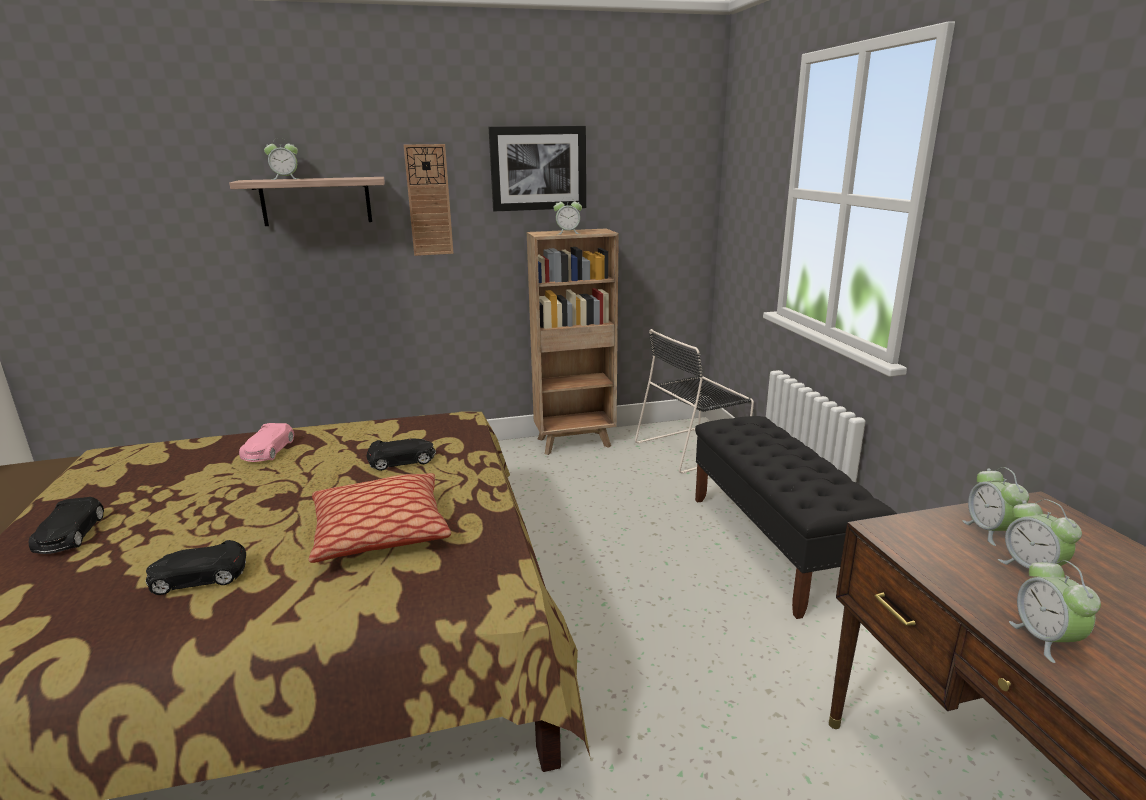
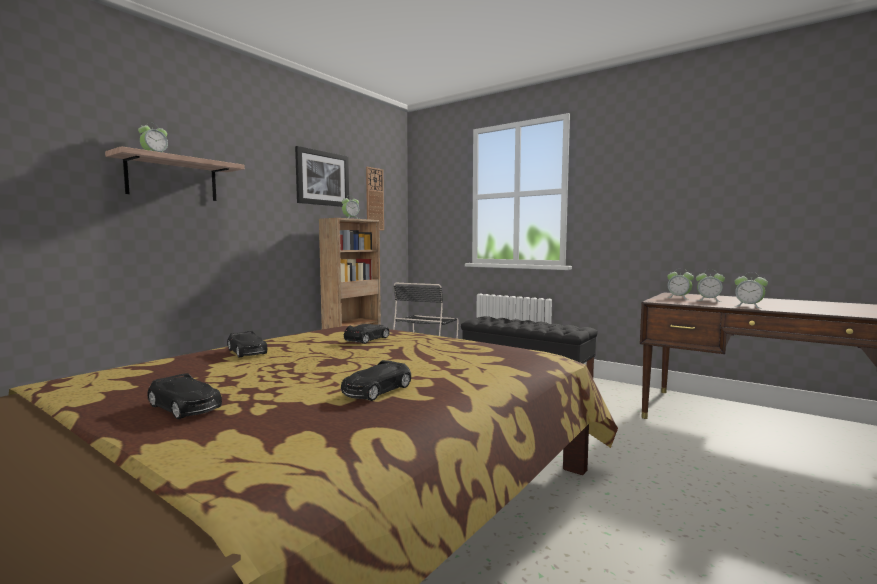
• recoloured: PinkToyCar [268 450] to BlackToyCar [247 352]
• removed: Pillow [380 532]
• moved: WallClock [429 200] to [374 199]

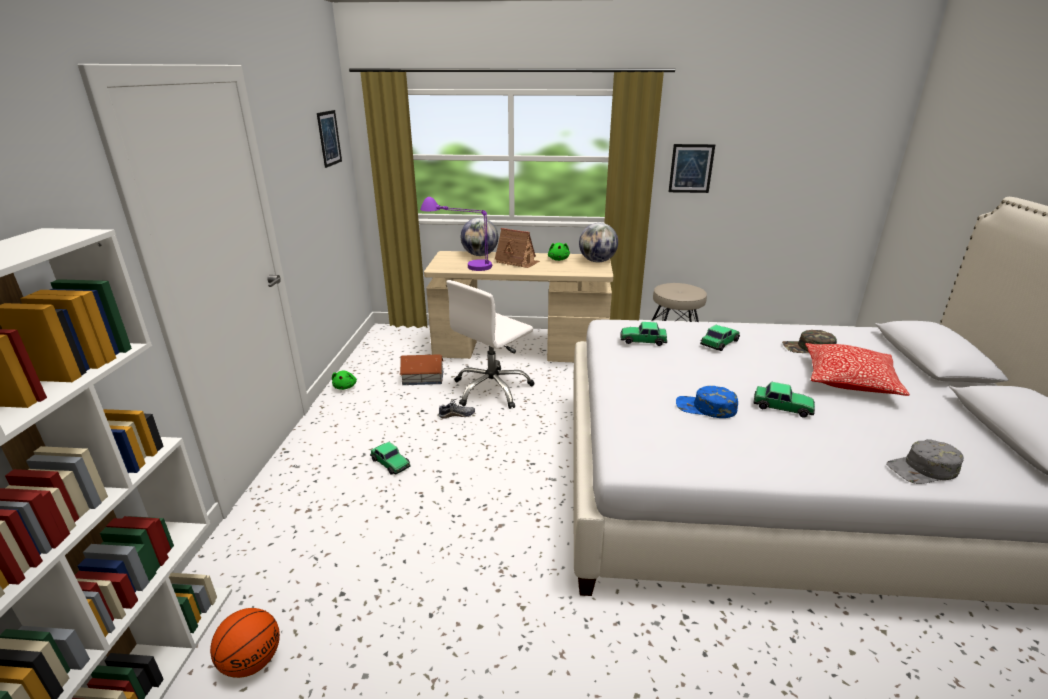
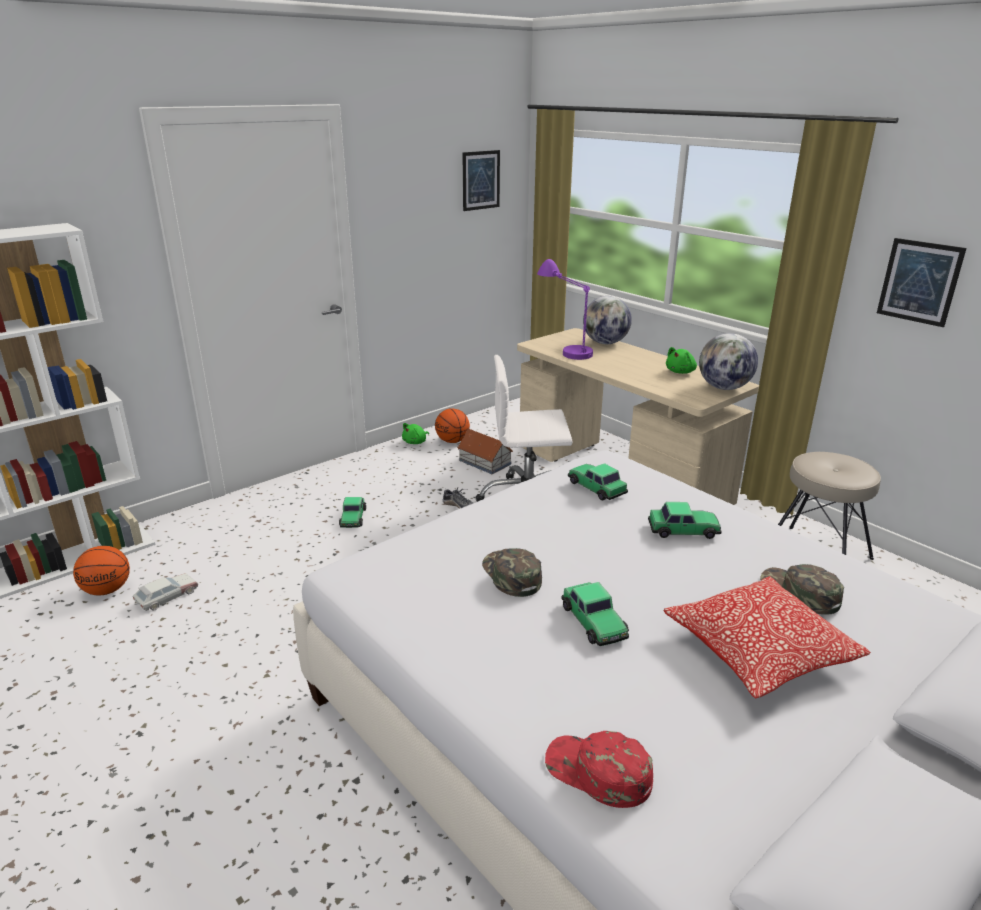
• removed: ToyHouse [517 262]
• recoloured: BlueCap [705 408] to GreenCap [511 575]
• recoloured: GreyCap [923 469] to RedCap [597 773]
• added: ToyCar [166 597]
• added: Basketball [452 441]

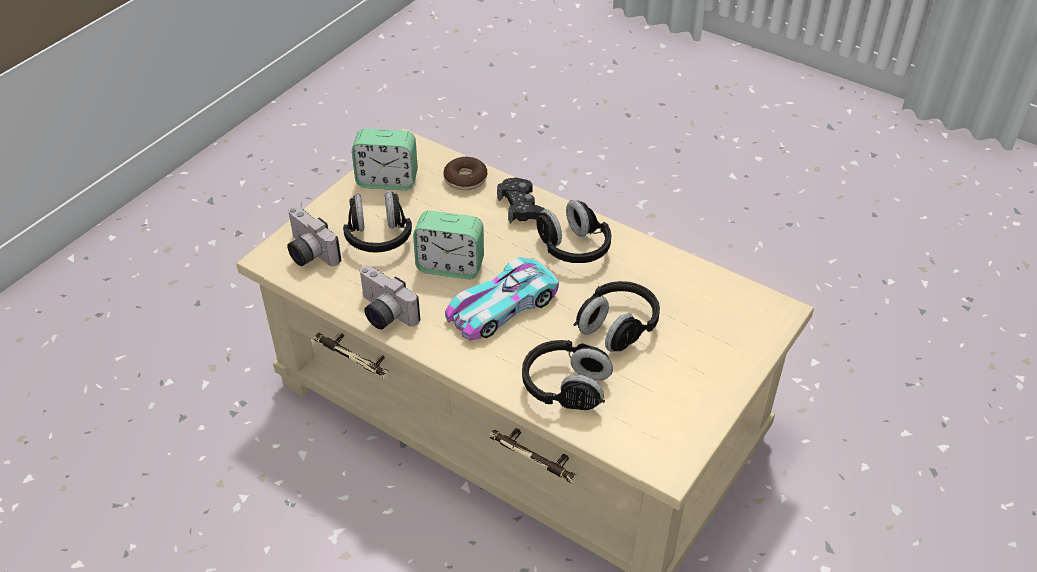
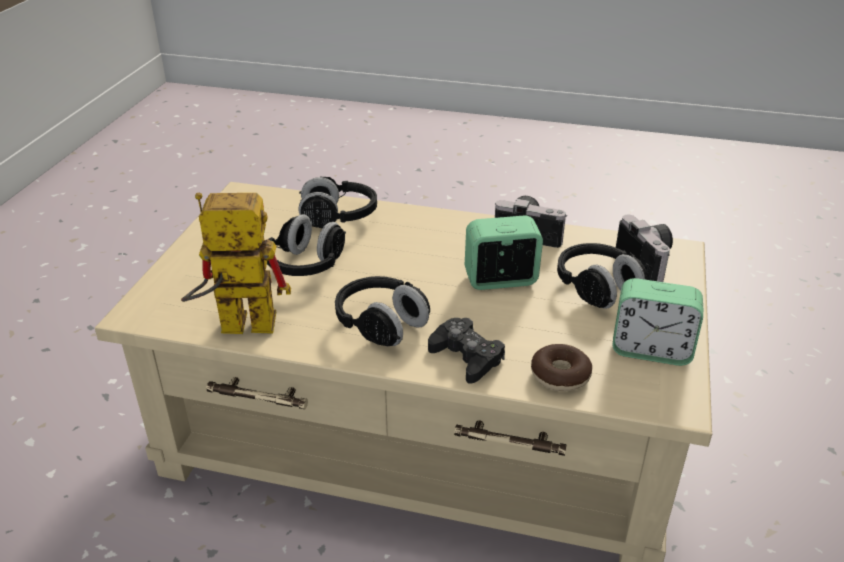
• turned: PhotoCamera [307 253] = [649 261] 45 degrees clockwise
• turned: AlarmClock [387 180] = [651 350] 150 degrees counterclockwise
• removed: ToyCar [502 306]
• added: ToyRobot [235 327]

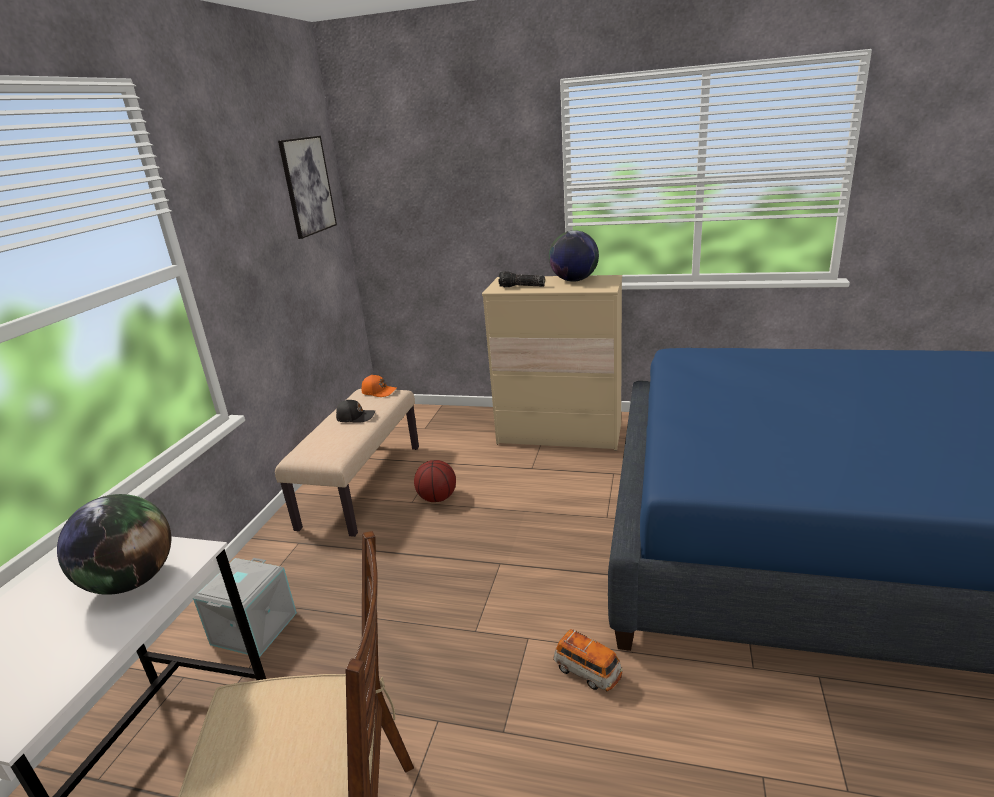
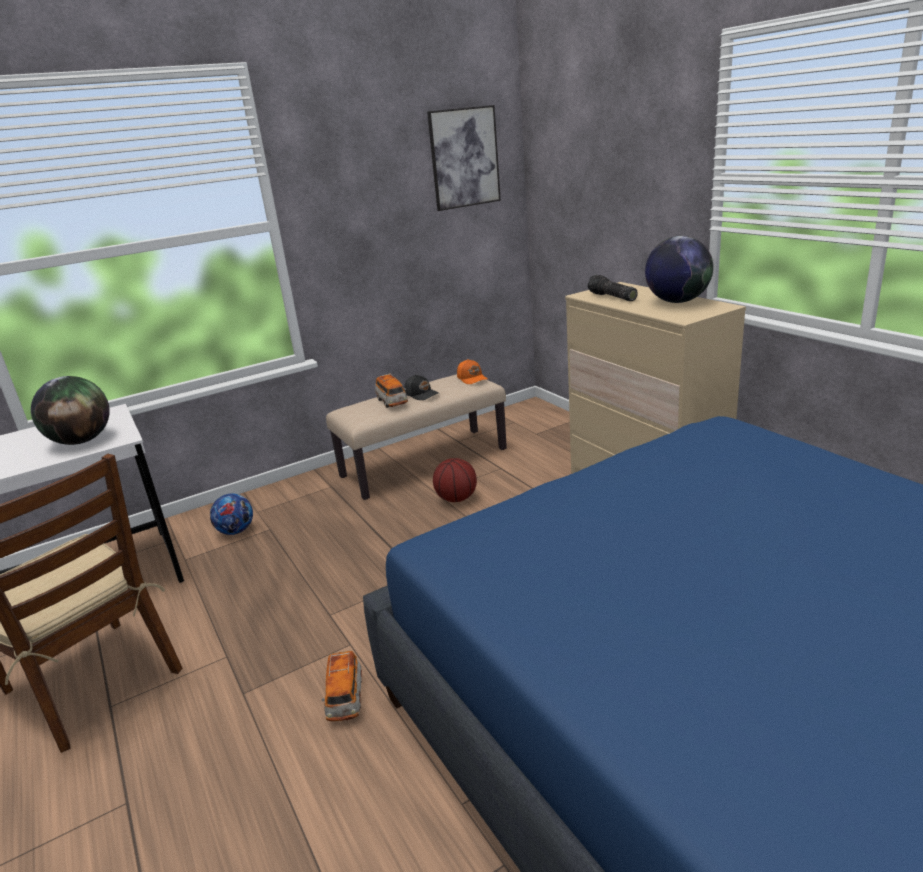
• replaced: GreyStorageBox [255 629] to Football [236 531]
• added: ToyCar [392 402]

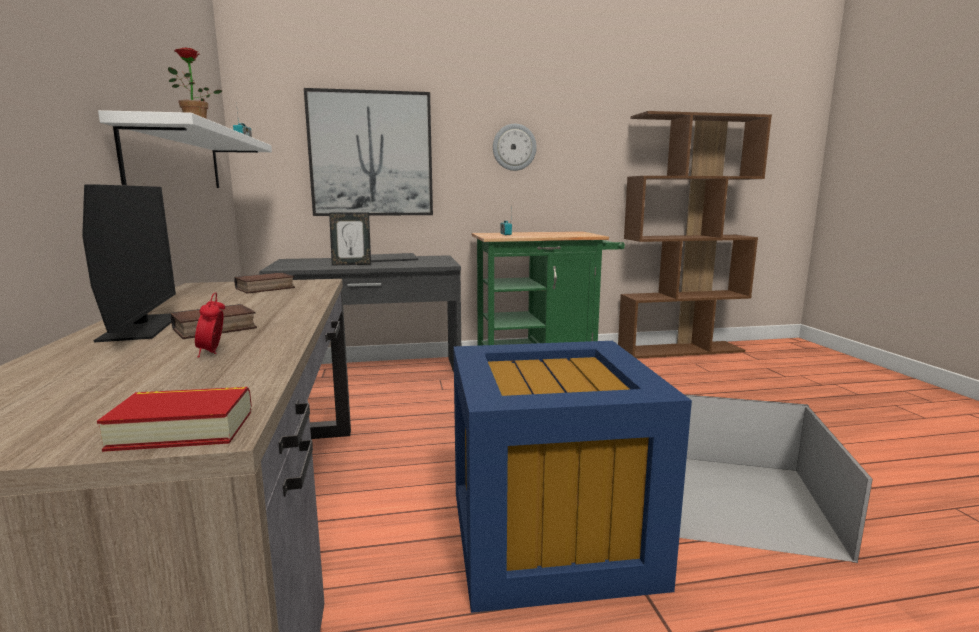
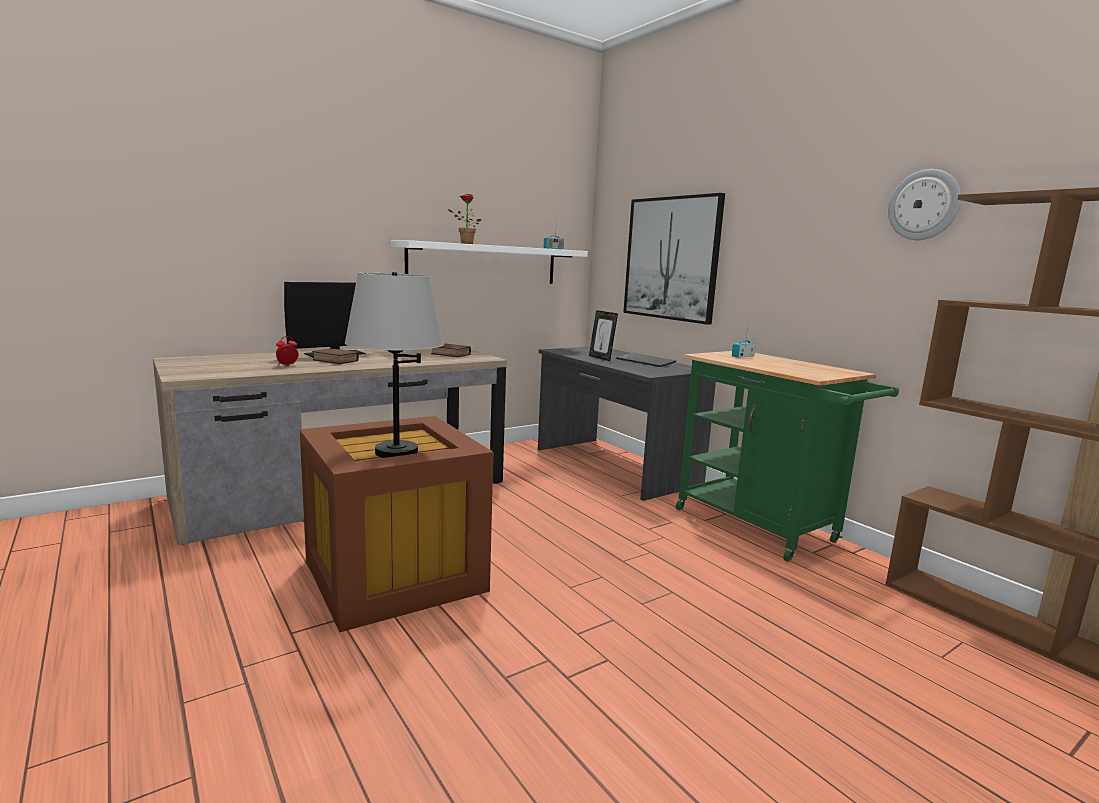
• removed: Book [183 429]
• recoloured: BlueStorageBox [552 534] to BrownStorageBox [397 576]
• moved: WallClock [514 147] to [924 205]
• removed: GreyStorageBox [733 499]
• added: GreyTableLamp [396 452]

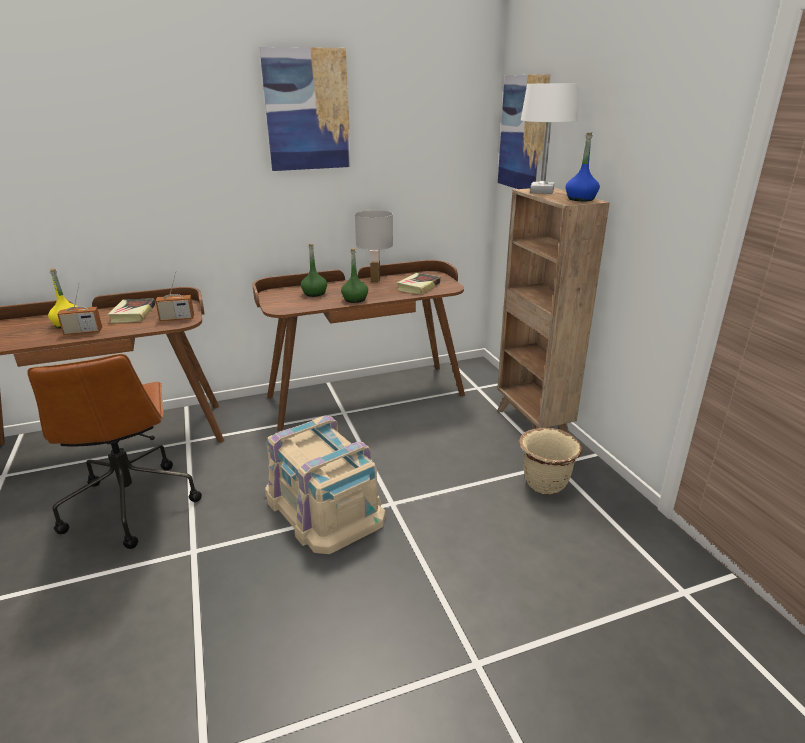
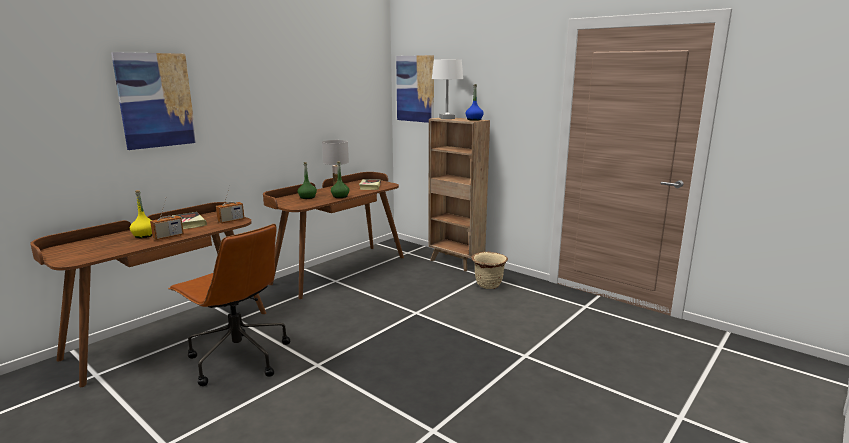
• moved: Picture [307 110] to [156 100]
• removed: BeigeStorageBox [324 505]

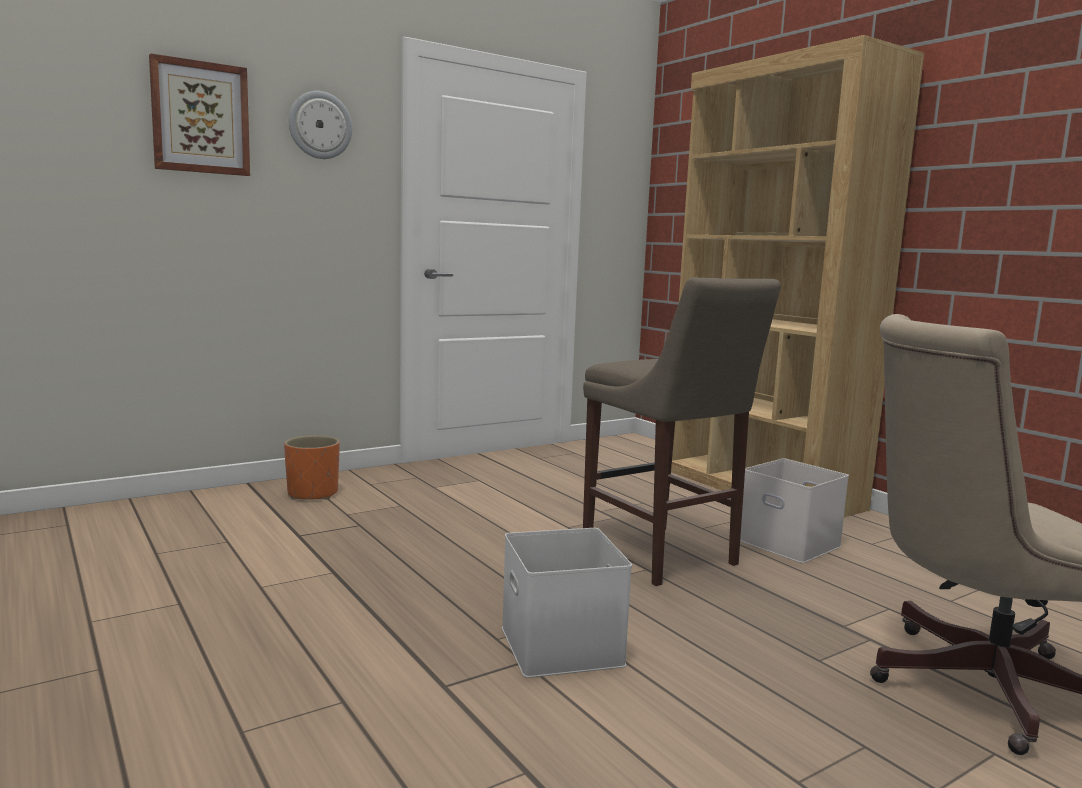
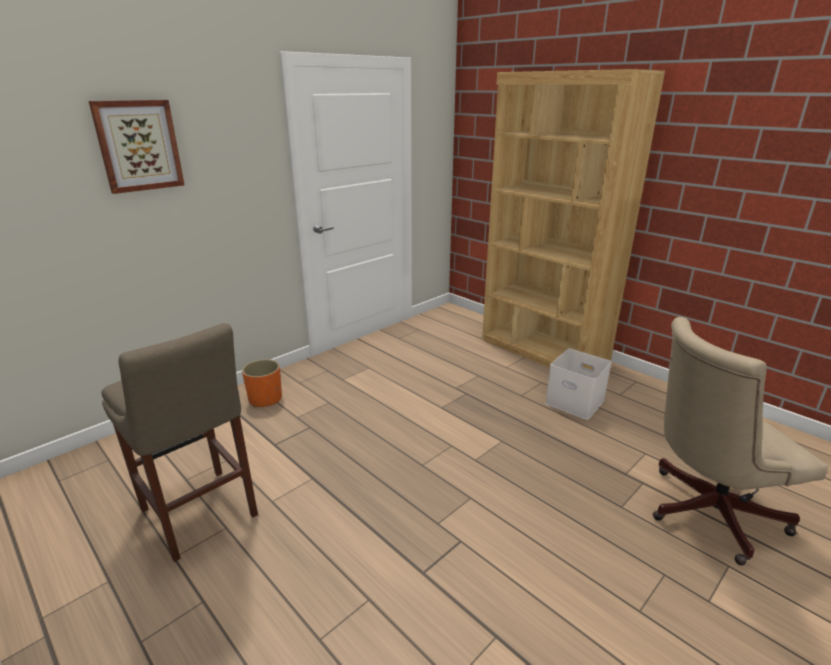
• removed: WallClock [320 125]
• removed: WhiteStorageBox [558 644]
• moved: BeigeStool [663 557] to [201 516]

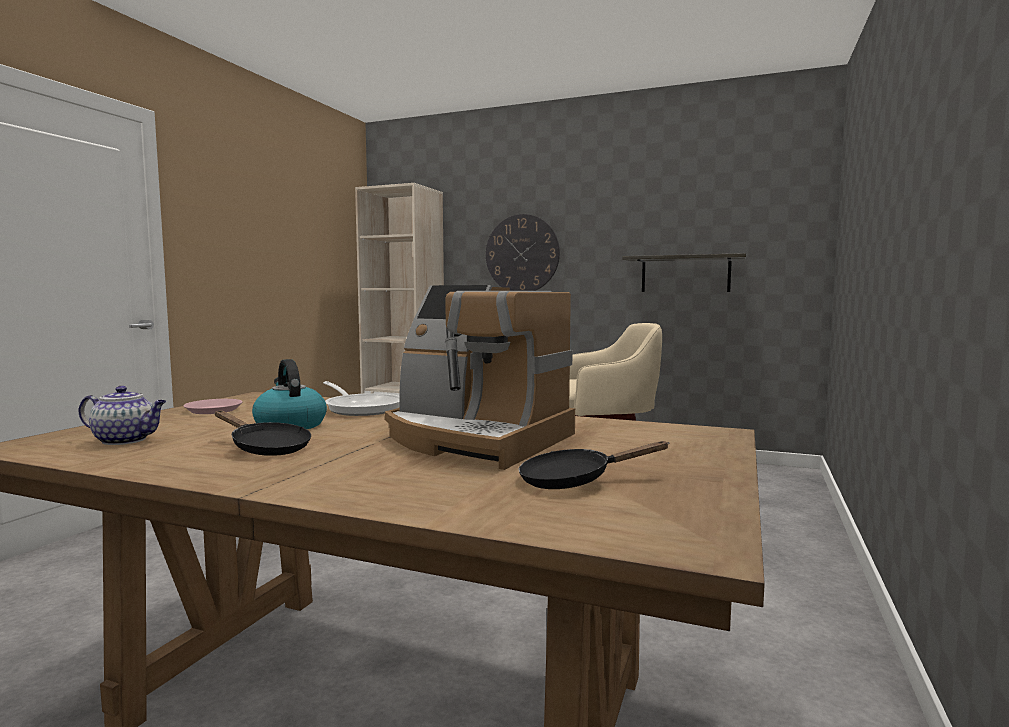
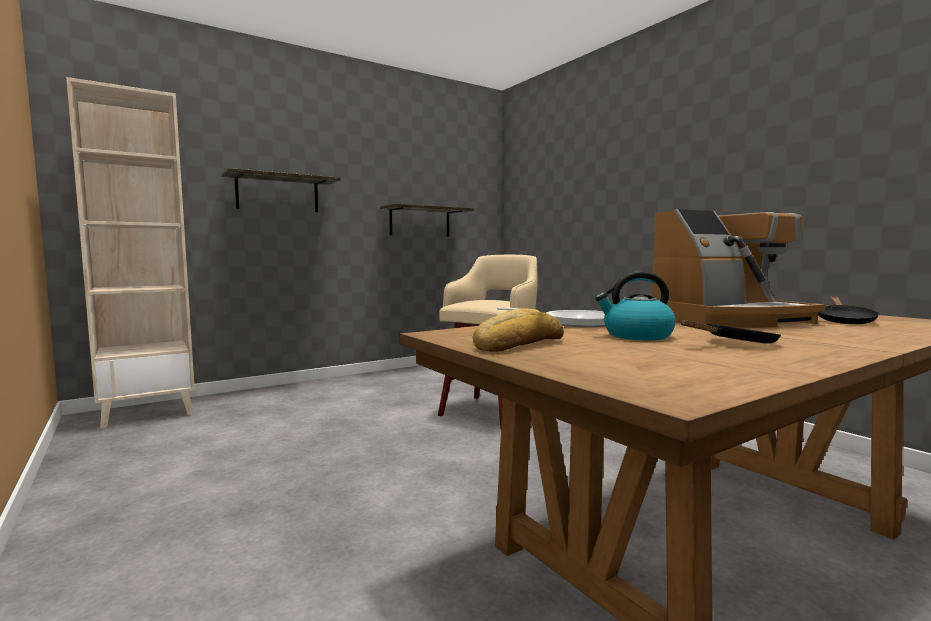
• removed: Teapot [126 440]
• replaced: PinkPlate [214 410] to Bread [516 344]
• replaced: WallClock [522 254] to Shelf [278 194]

